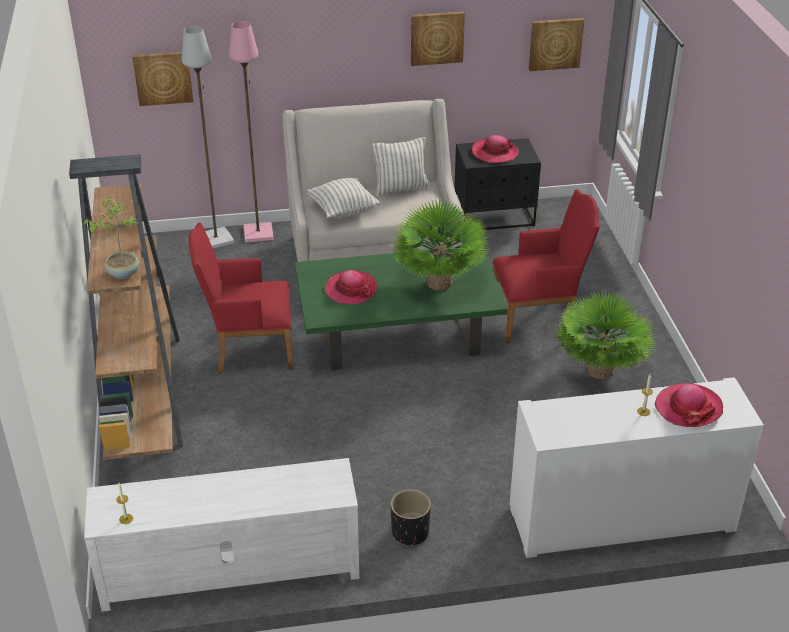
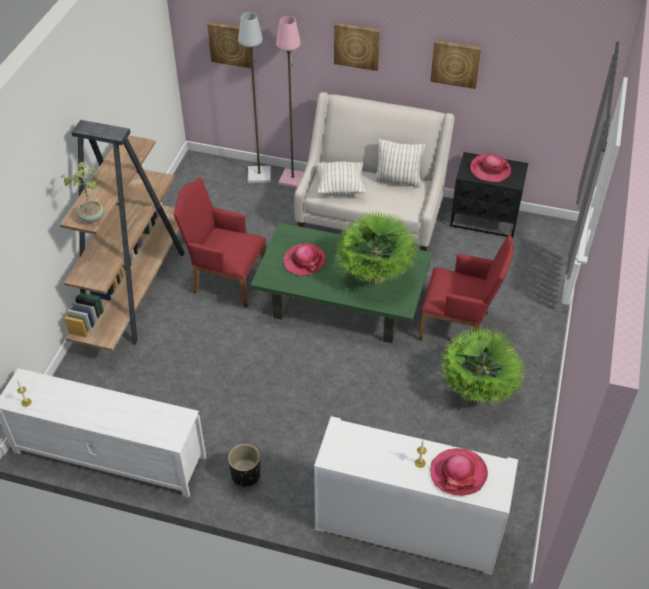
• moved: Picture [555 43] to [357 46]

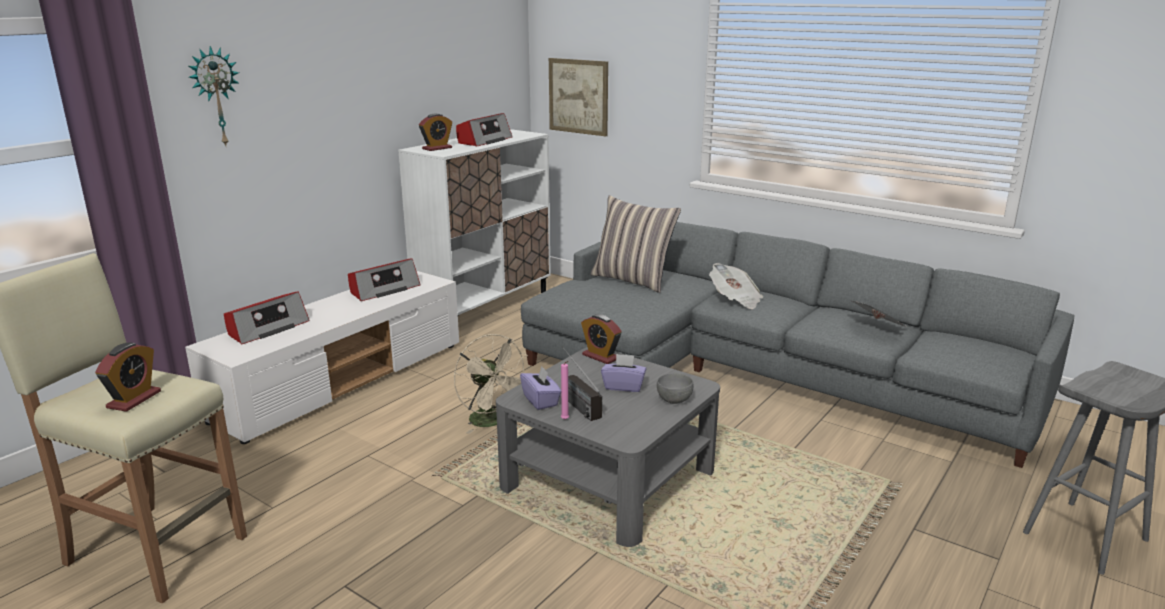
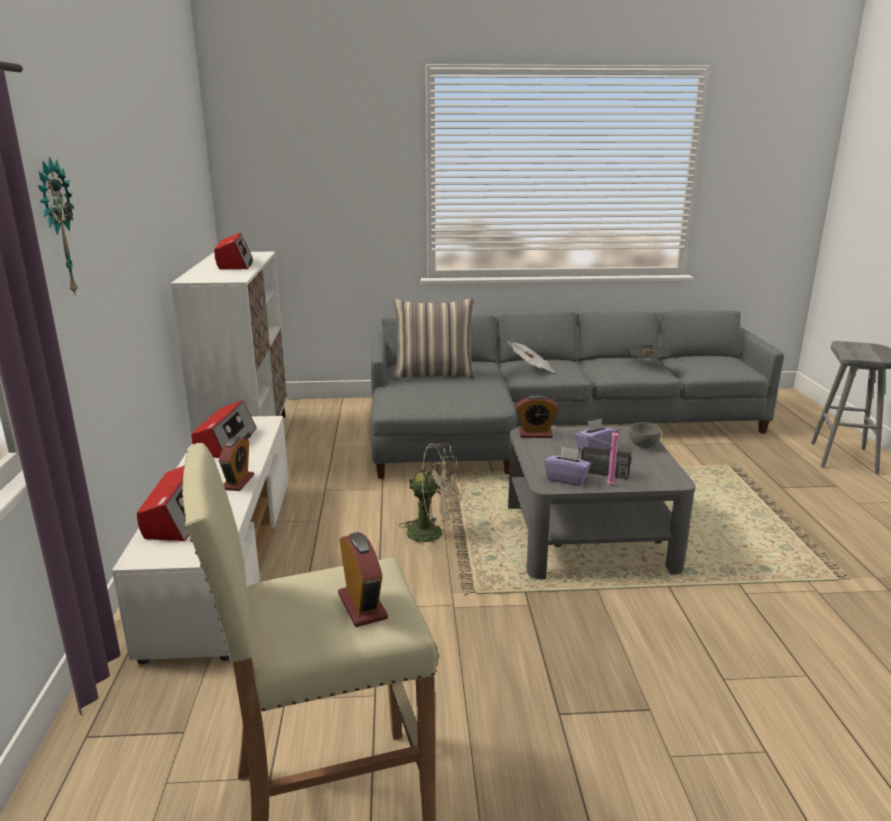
• moved: AlarmClock [437 148] to [238 482]
• removed: Picture [578 96]

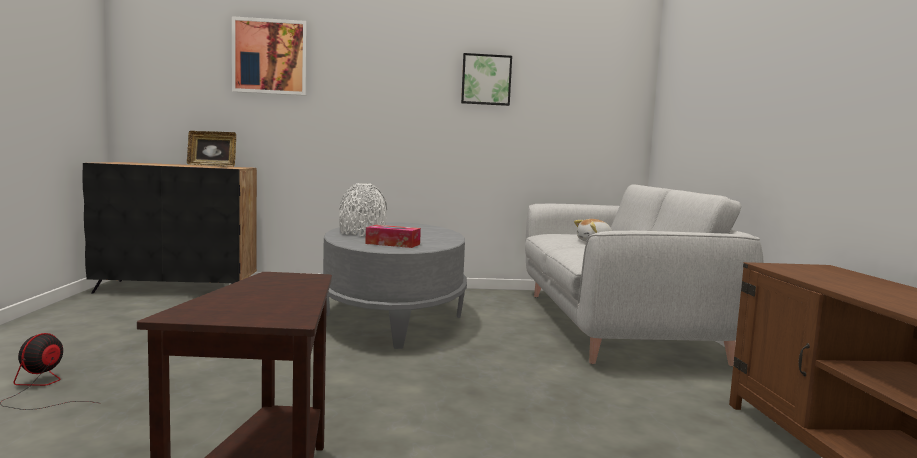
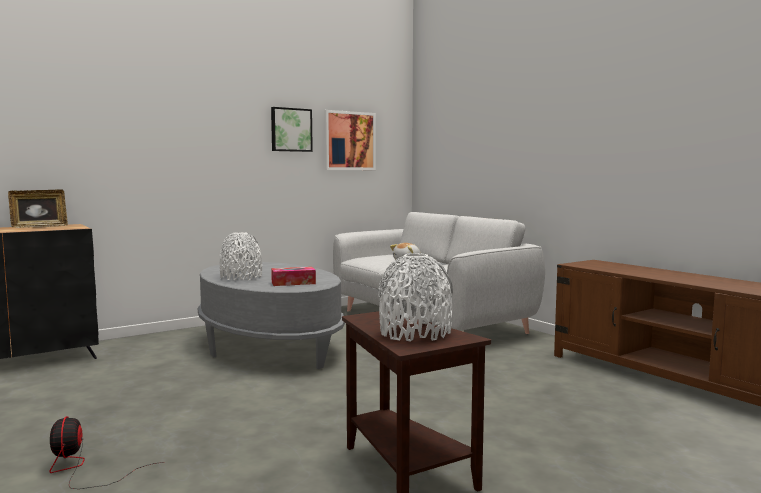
• moved: Picture [270 57] to [349 141]
• added: WhiteVase [415 333]

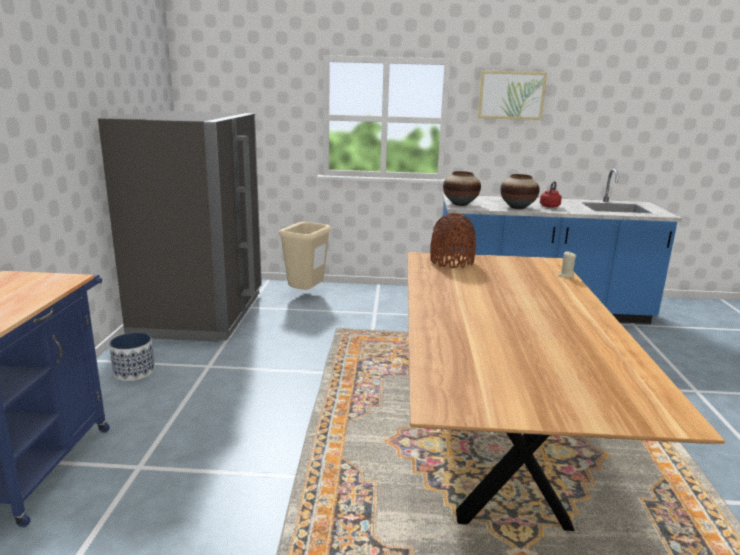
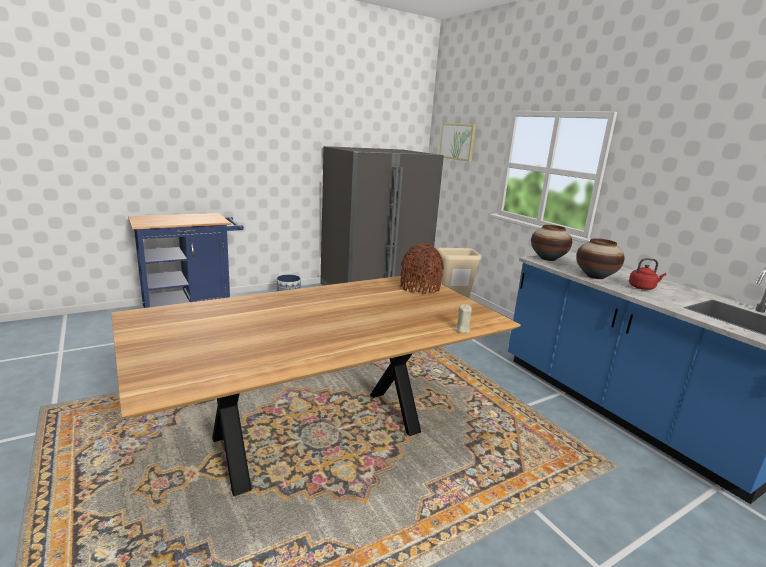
• moved: Picture [511 95] to [457 141]

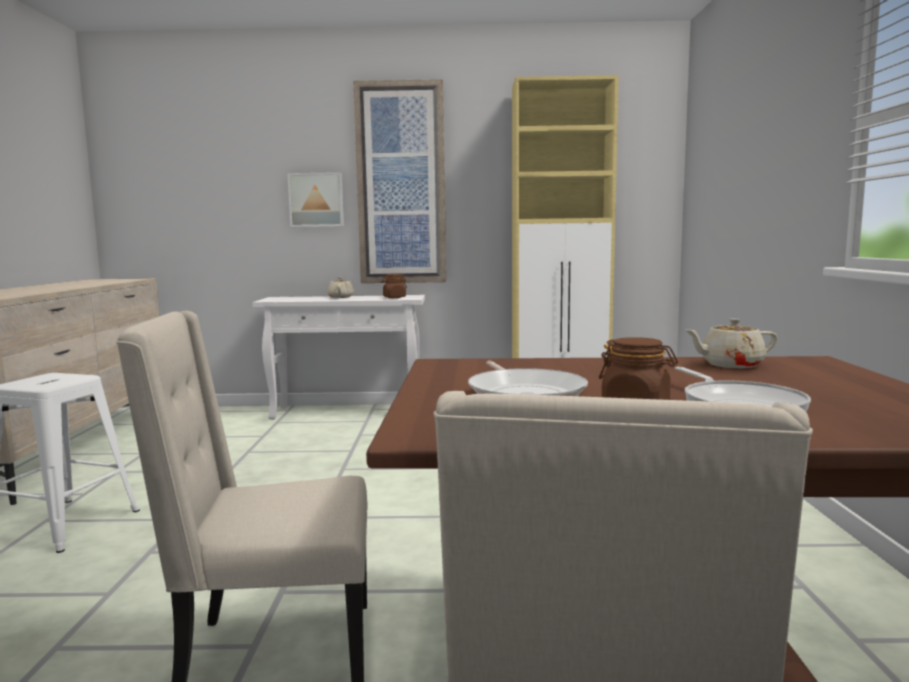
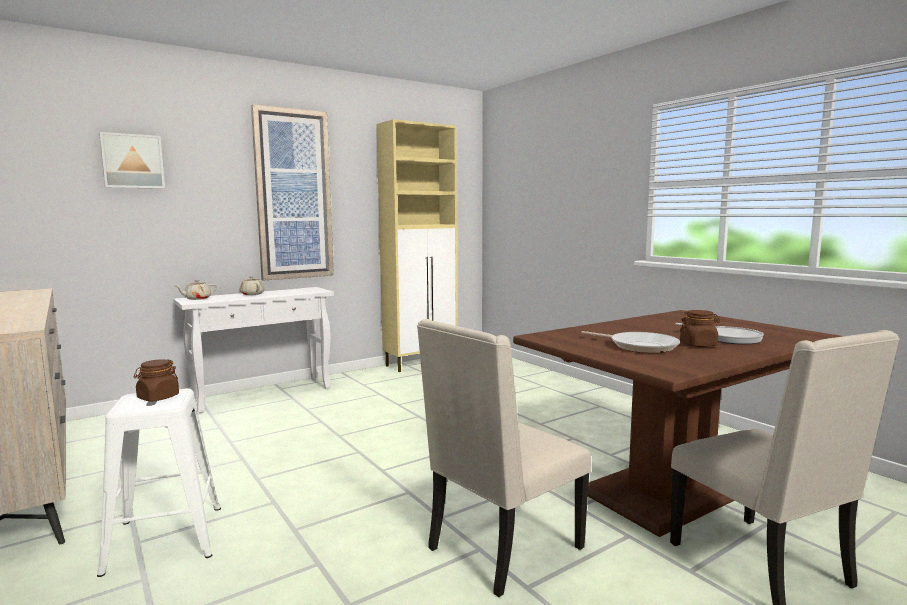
• moved: Picture [316 200] to [132 161]
• moved: BrownJar [394 297] to [158 397]
• moved: BeigeTeapot [730 365] to [197 299]

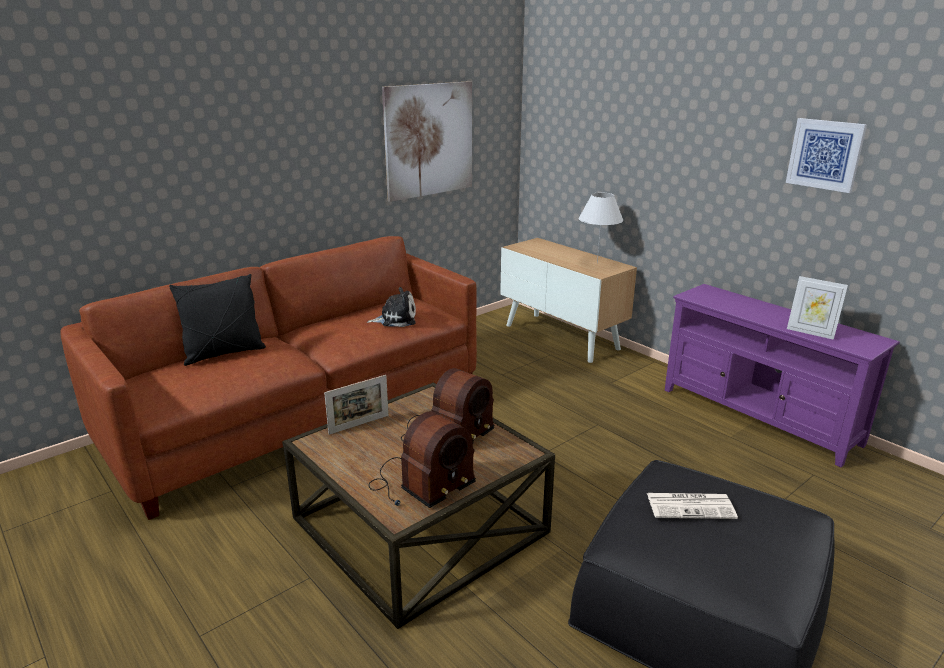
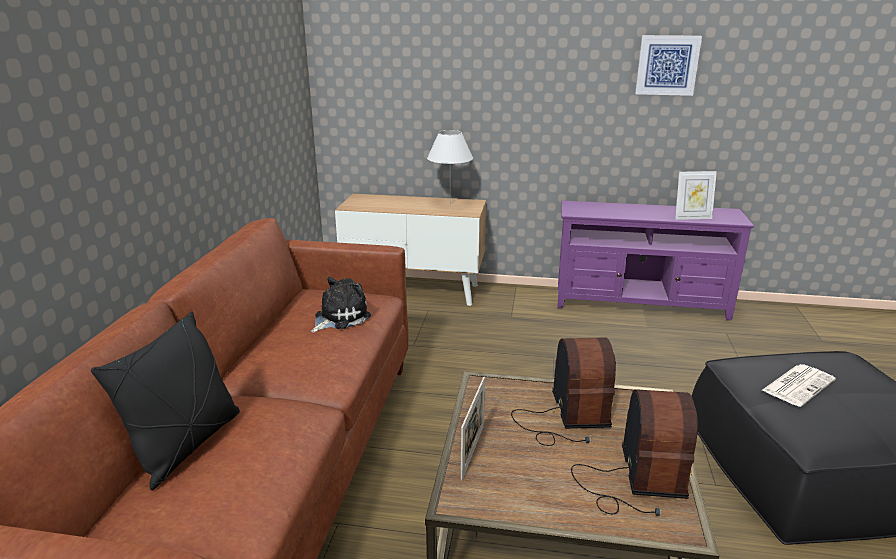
• removed: Picture [429 140]

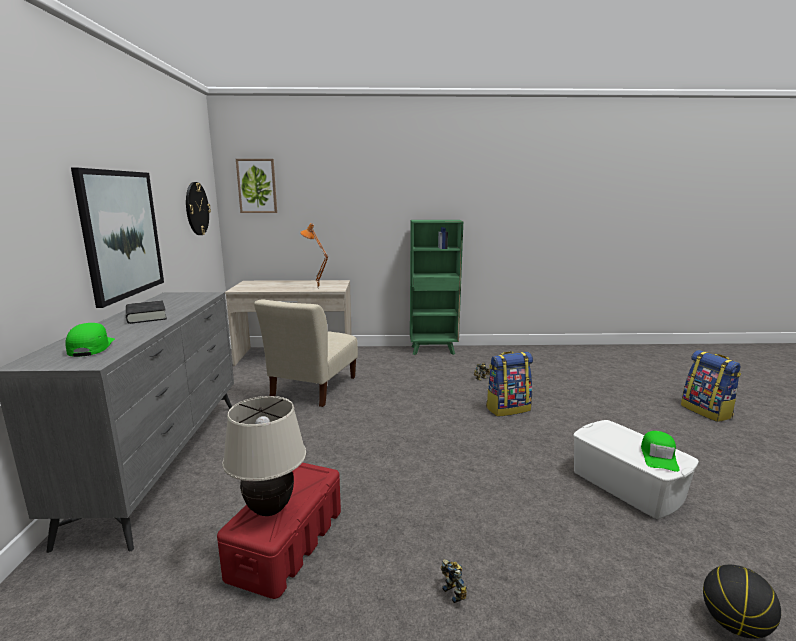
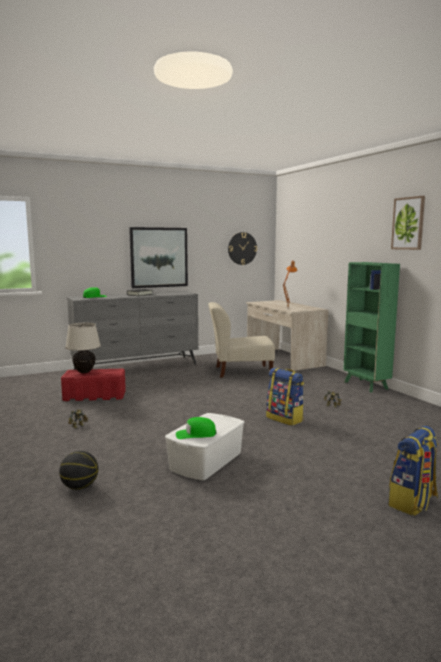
• moved: Picture [257 186] to [408 223]

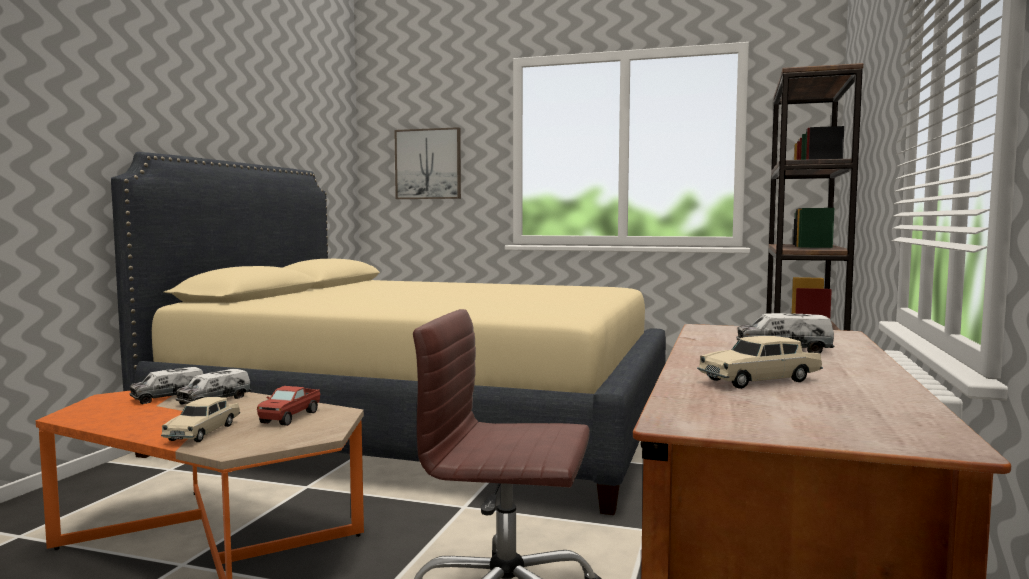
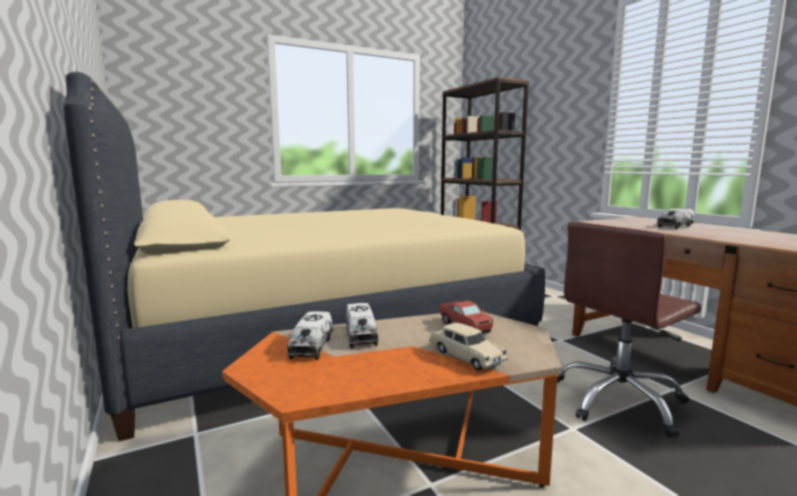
• removed: Picture [428 164]
• removed: BeigeToyCar [759 380]

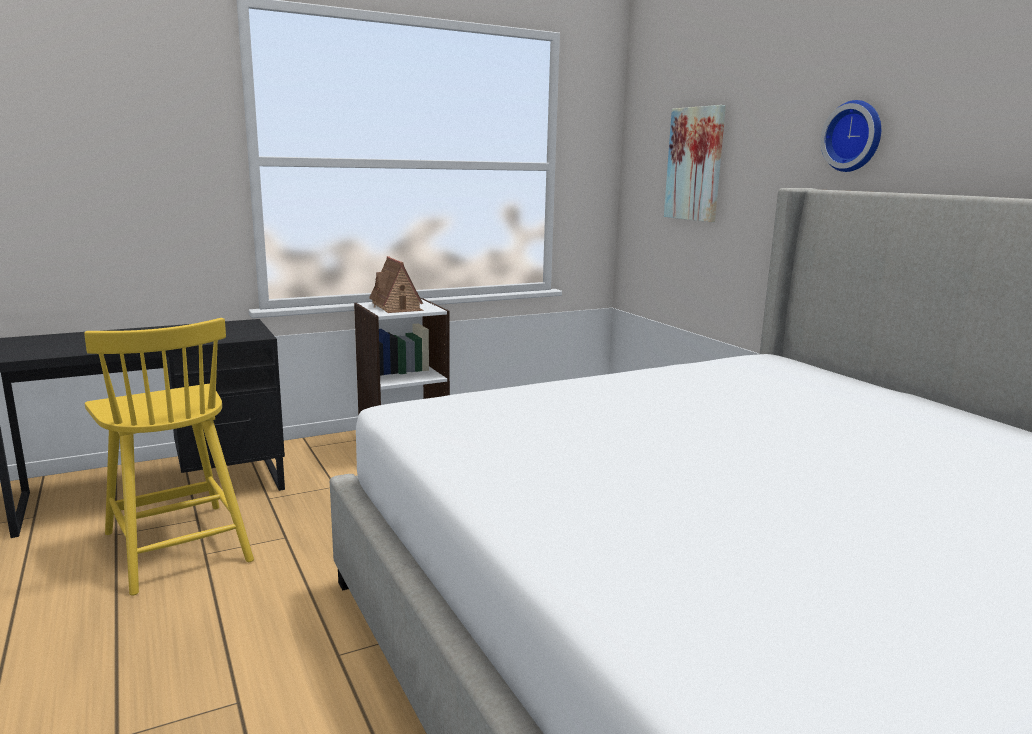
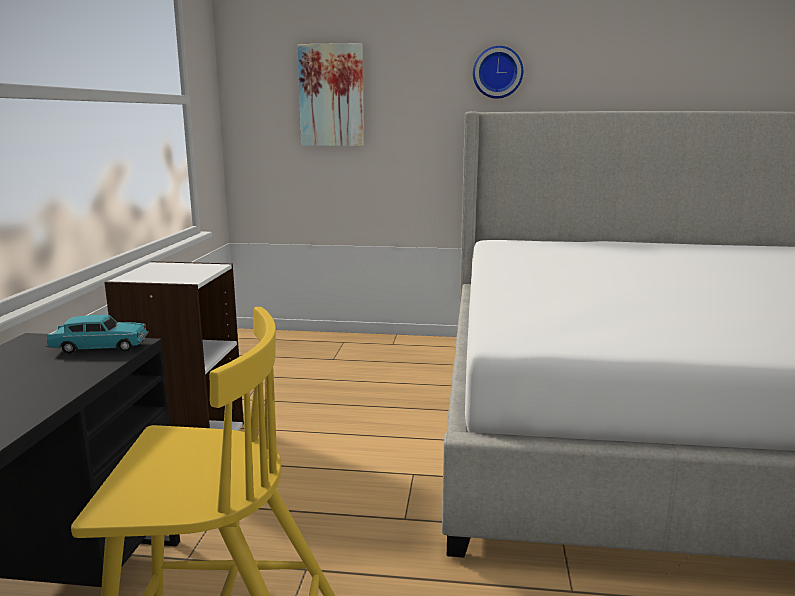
• removed: ToyHouse [396 306]
• added: TurquoiseToyCar [100 347]

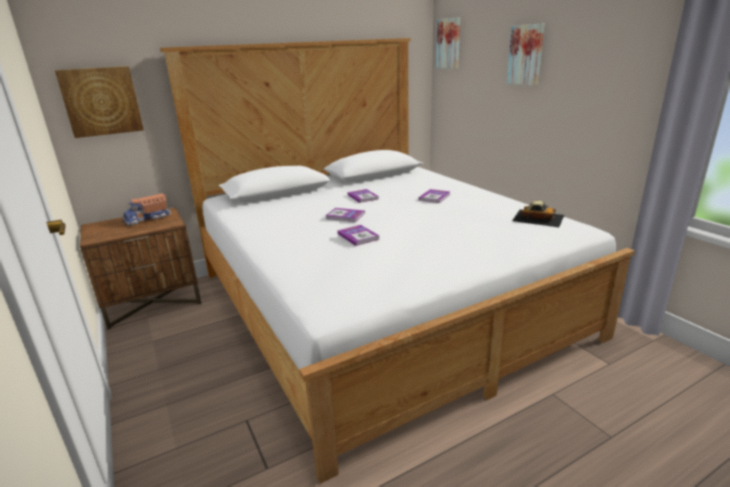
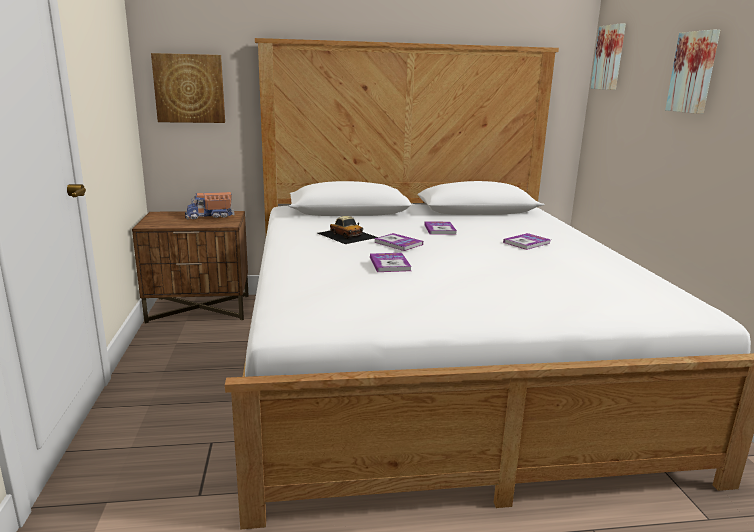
• moved: ToyCar [538 217] to [347 235]

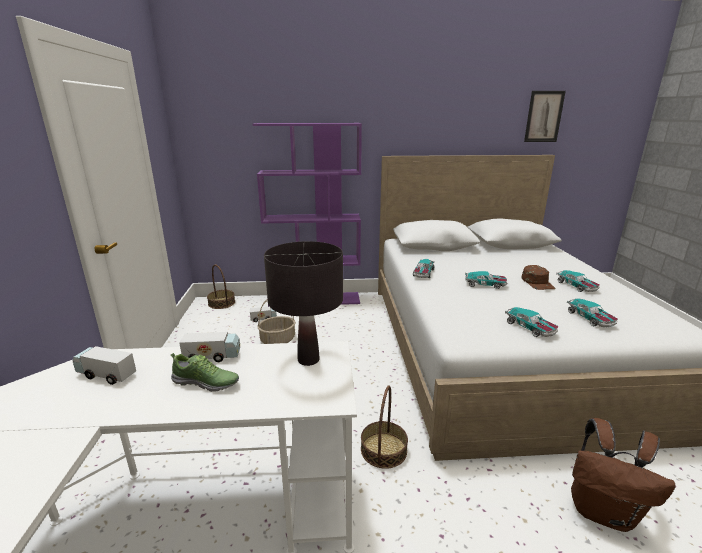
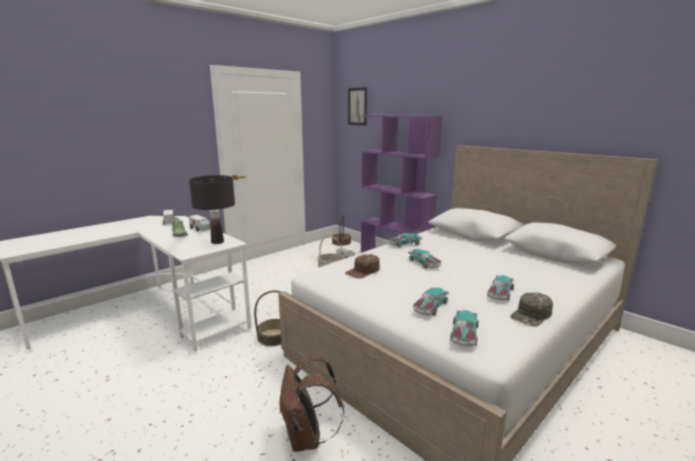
• moved: ToyCar [530 328] to [464 334]
• moved: BrownCap [537 283] to [363 271]
• moved: Picture [544 116] to [357 106]
• added: GreenCap [531 315]

